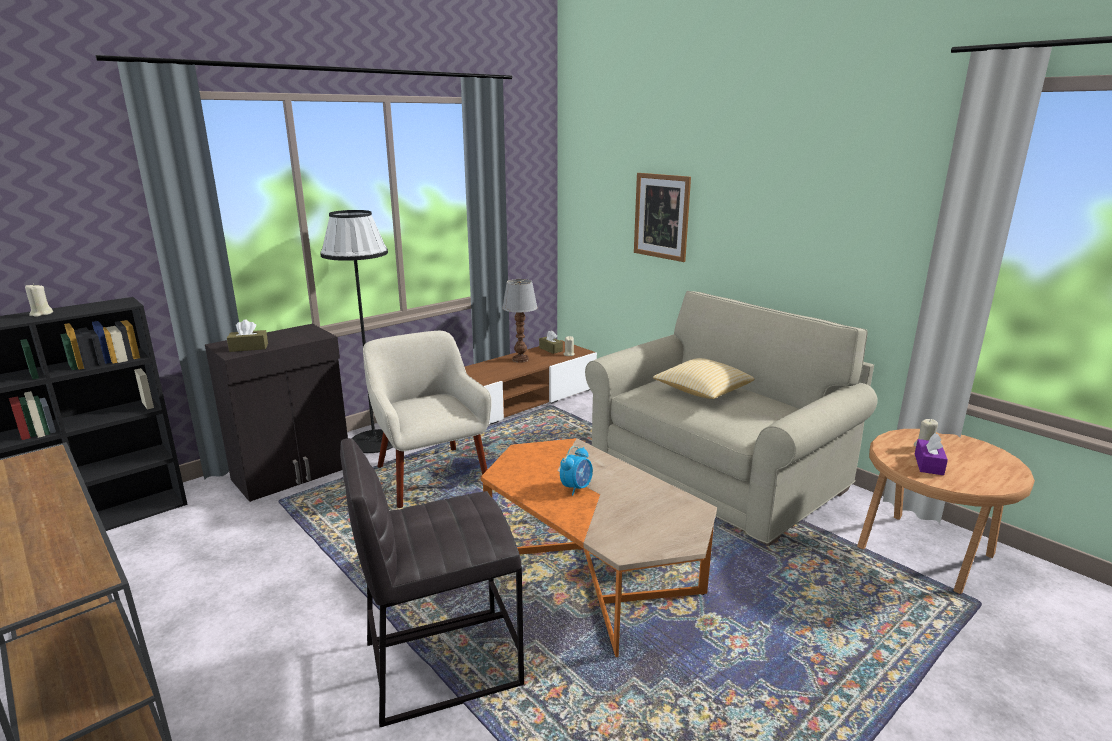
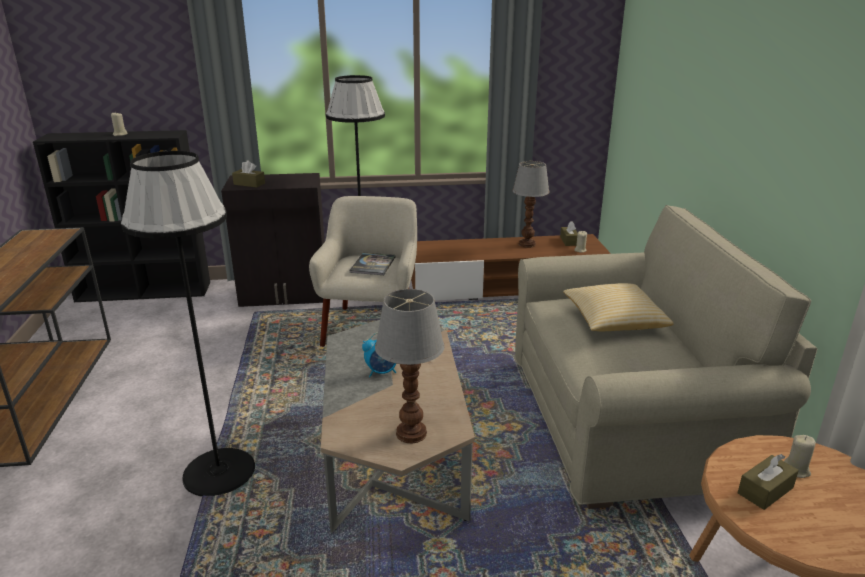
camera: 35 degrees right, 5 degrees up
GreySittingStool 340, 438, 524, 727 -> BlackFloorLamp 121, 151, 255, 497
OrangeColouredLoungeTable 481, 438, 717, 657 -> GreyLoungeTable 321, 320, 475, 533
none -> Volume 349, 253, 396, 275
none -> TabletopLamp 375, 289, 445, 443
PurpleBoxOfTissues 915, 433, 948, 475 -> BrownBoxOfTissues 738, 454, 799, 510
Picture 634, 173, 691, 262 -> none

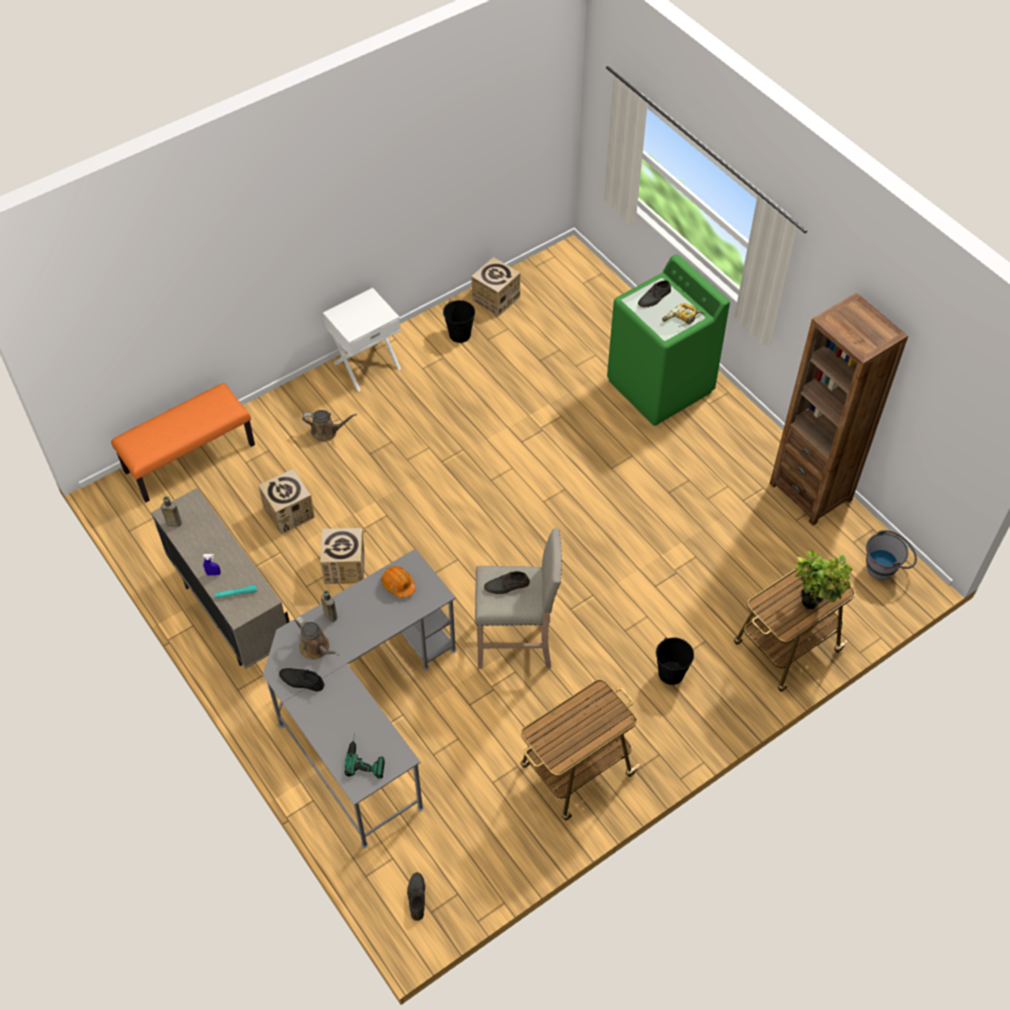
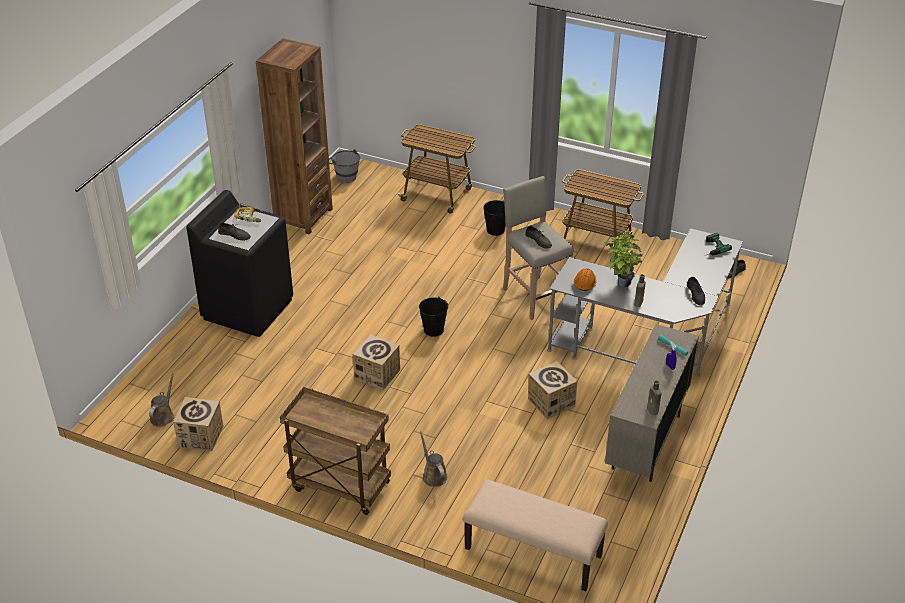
camera: 120 degrees left, 15 degrees down
BrownSprinklingCan 295, 616, 339, 660 -> BrownSprinklingCan 149, 374, 174, 427, move
GreenishLaundryMachine 607, 254, 730, 426 -> BlackLaundryMachine 186, 190, 293, 337
WhiteColouredBedsideTable 323, 288, 401, 392 -> BrownCart 280, 387, 391, 515
PackingBox 258, 469, 315, 534 -> PackingBox 353, 334, 400, 390, move
BlackWaterBucket 443, 300, 475, 343 -> BlackWaterBucket 419, 297, 448, 337, move
OrangeColouredBench 111, 383, 255, 502 -> BeigeBench 463, 479, 608, 591
Houseplant 795, 550, 853, 609 -> Houseplant 603, 231, 642, 287, move

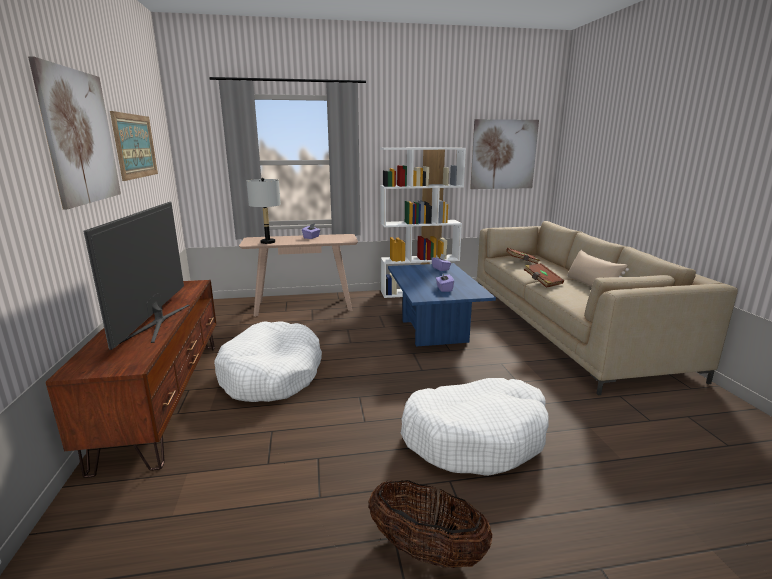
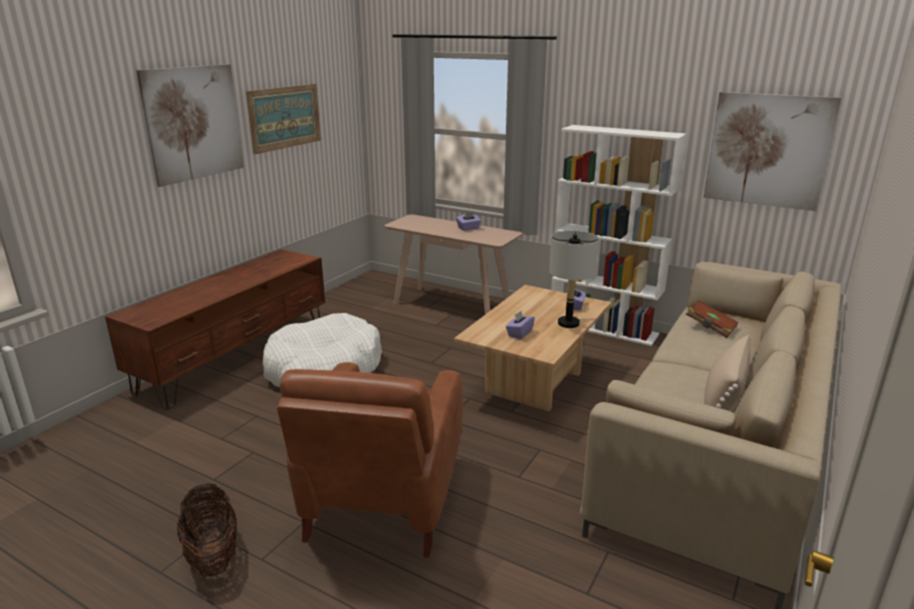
camera: 40 degrees right, 5 degrees up
WhiteColouredPetBed 401, 378, 549, 476 -> BrownLoungeChair 277, 362, 463, 558
BlueLoungeTable 388, 263, 496, 347 -> BeigeLoungeTable 454, 285, 611, 411
GreyTabletopLamp 246, 178, 281, 244 -> GreyTabletopLamp 549, 231, 599, 328, move
TvSet 83, 202, 190, 350 -> none
BrownVolume 524, 263, 564, 288 -> none

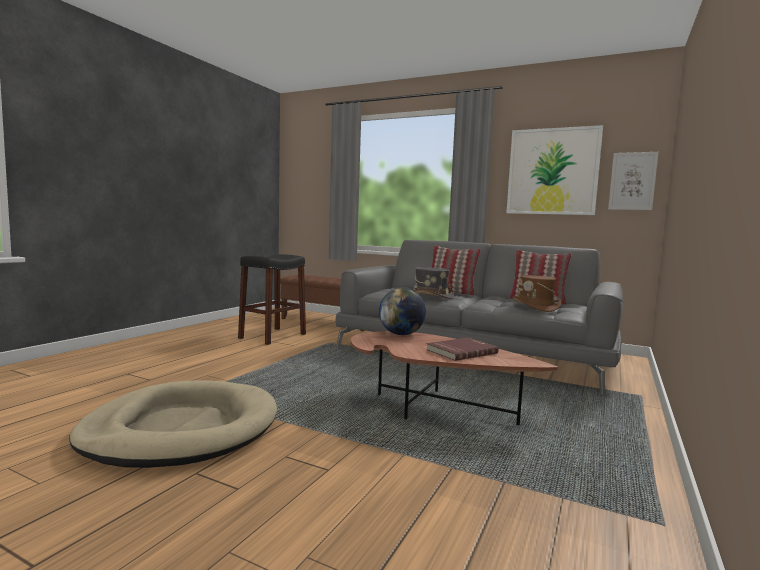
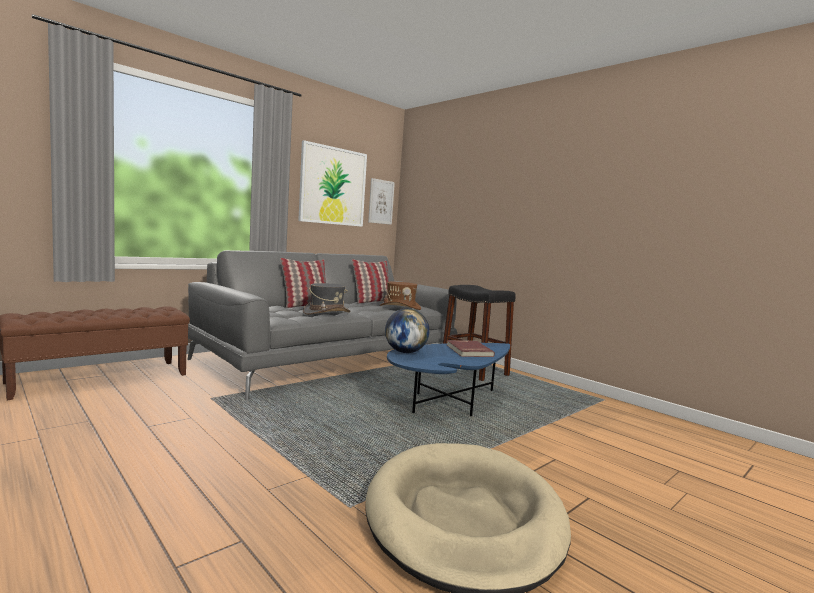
camera: 70 degrees left, 0 degrees up
BrownLoungeTable 351, 331, 558, 425 -> BlueLoungeTable 387, 343, 510, 416
BlackSittingStool 238, 254, 306, 345 -> BlackSittingStool 443, 285, 516, 381, move

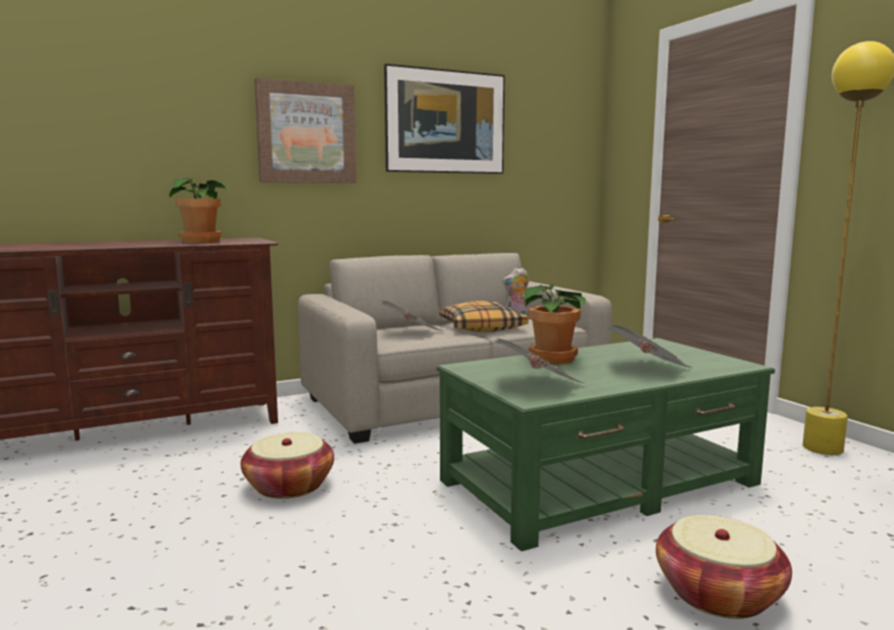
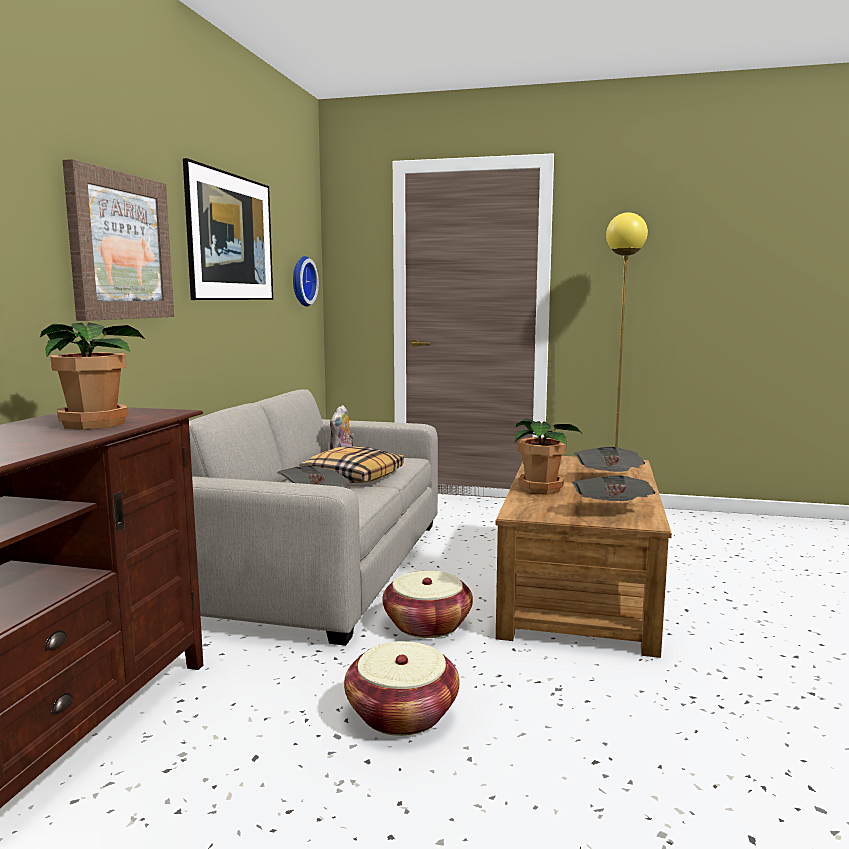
camera: 50 degrees left, 0 degrees up
none -> HangingClock 293, 256, 319, 307
StorageBasket 656, 515, 792, 619 -> StorageBasket 382, 571, 473, 638, move
GreenishLoungeTable 437, 338, 775, 551 -> BrownLoungeTable 495, 456, 672, 658

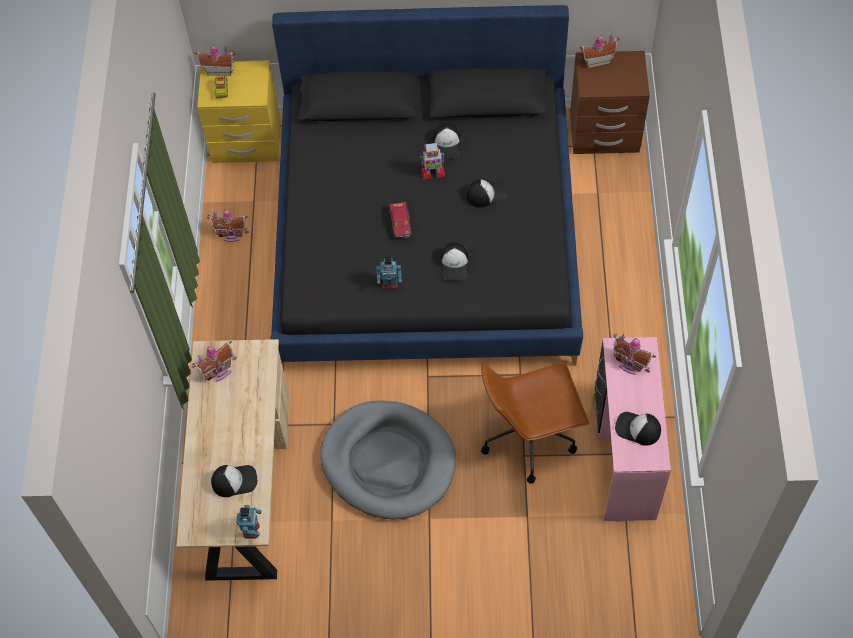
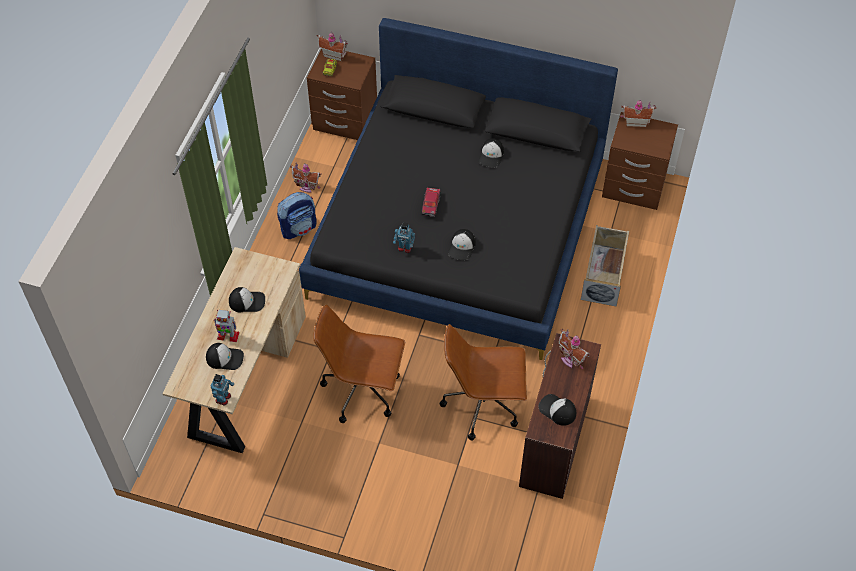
camera: 15 degrees right, 5 degrees down
ModelRobot 420, 143, 445, 180 -> ModelRobot 214, 310, 240, 342, move
Cap 467, 179, 507, 208 -> Cap 229, 287, 265, 312, move
none -> Knapsack 277, 192, 316, 239
YellowColouredBedsideTable 197, 60, 280, 163 -> BrownBedsideTable 307, 49, 377, 140
GreyPetBed 320, 400, 456, 520 -> BrownDeskChair 313, 304, 405, 423
PinkColouredDesk 593, 337, 671, 521 -> BrownDesk 519, 333, 601, 499
none -> BeigeStorageContainer 581, 225, 629, 307
MiniatureHouse 192, 341, 237, 382 -> none

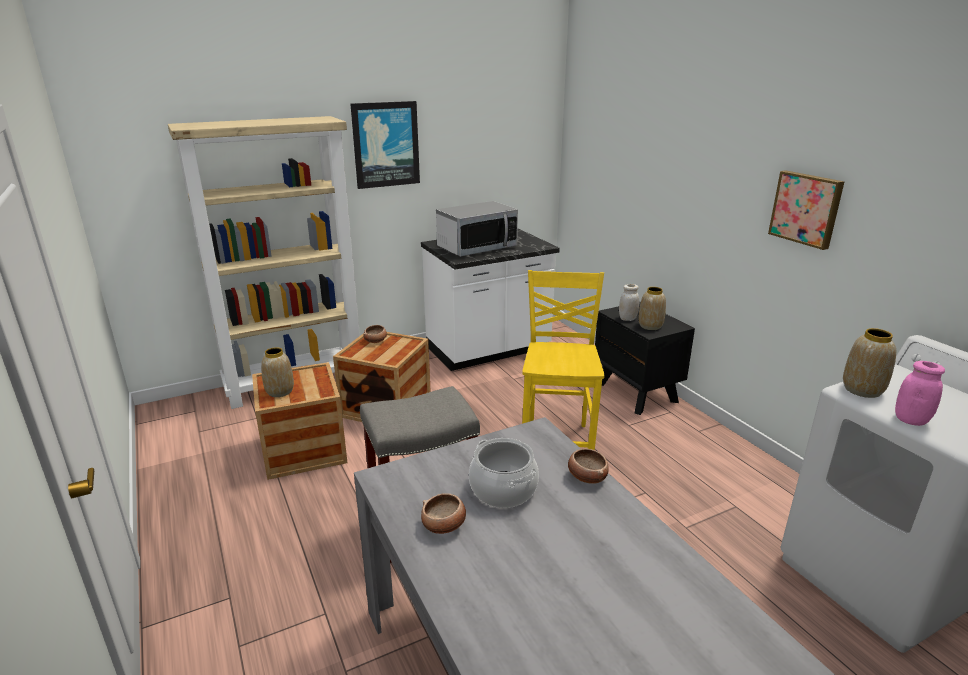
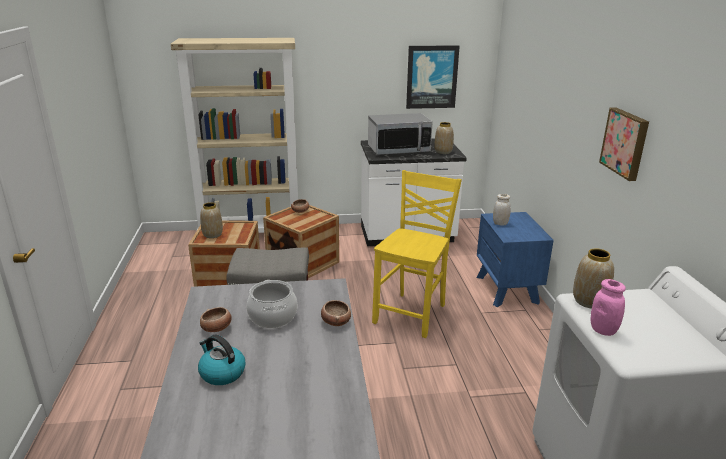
camera: 20 degrees right, 0 degrees up
none -> TeaKettle 198, 335, 246, 385
Picture 351, 101, 420, 189 -> Picture 406, 45, 460, 109, move
Vase 638, 287, 666, 330 -> Vase 434, 122, 454, 154, move
BlackBedsideTable 595, 302, 695, 415 -> BlueBedsideTable 477, 212, 554, 307

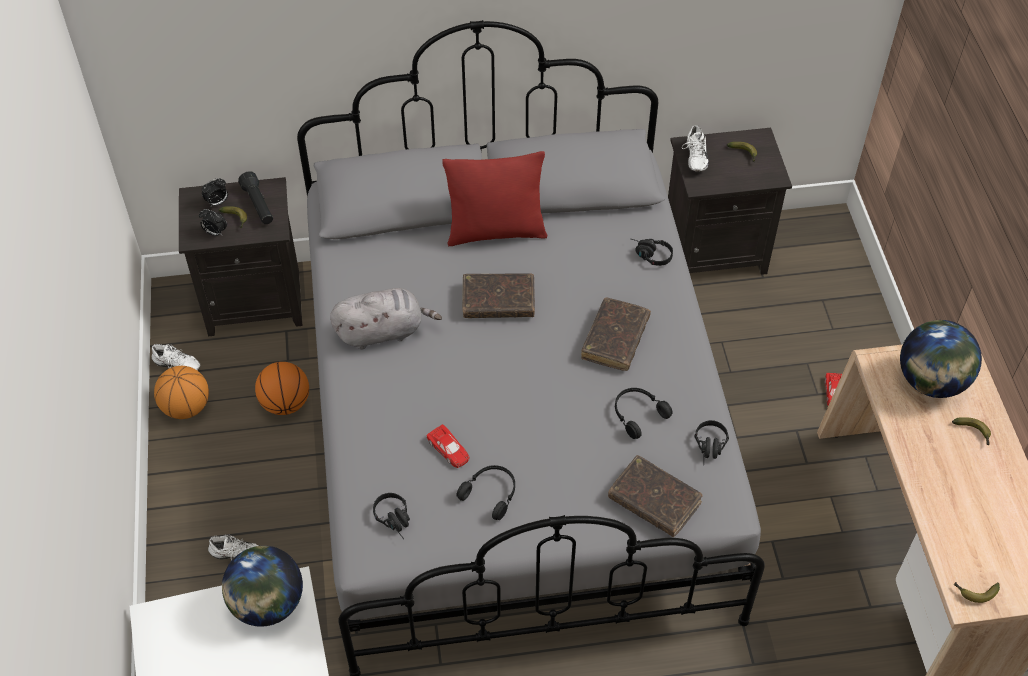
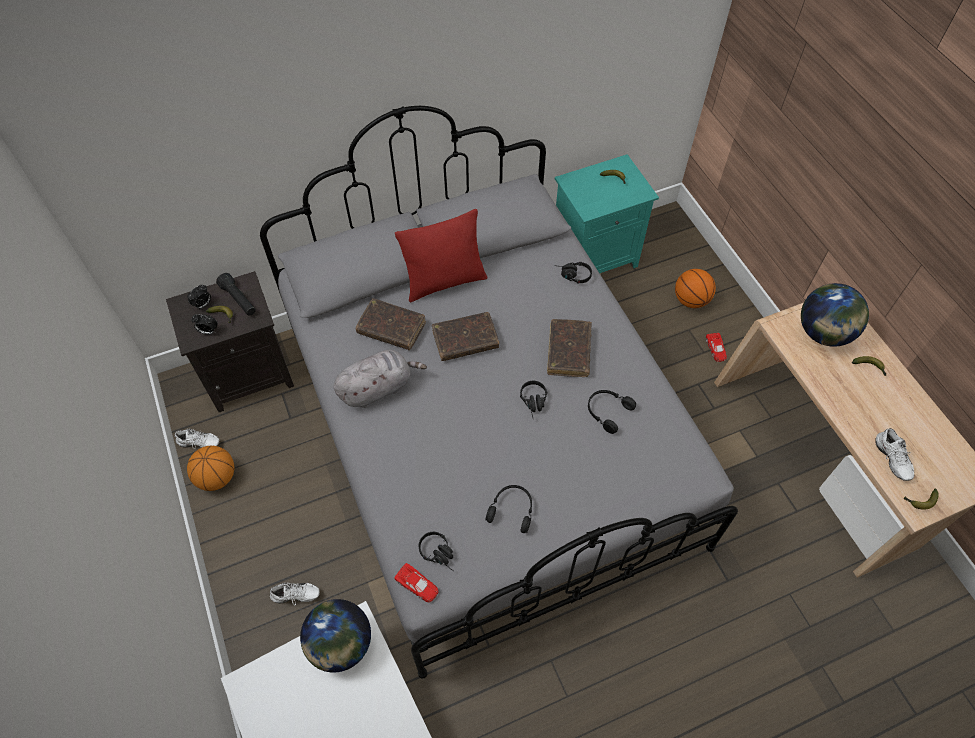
camera: 15 degrees left, 5 degrees up
BrownVolume 608, 455, 703, 537 -> BrownVolume 355, 298, 426, 350, move
RedColouredMiniatureCar 427, 424, 469, 468 -> RedColouredMiniatureCar 394, 563, 439, 603, move
BlackHeadphones 694, 420, 729, 465 -> BlackHeadphones 520, 381, 547, 417, move
BlackBedsideTable 668, 128, 792, 275 -> TurquoiseBedsideTable 555, 154, 659, 273
Basketball 255, 362, 309, 415 -> Basketball 675, 269, 716, 308, move
WhiteColouredItemOfFootwear 682, 125, 709, 171 -> WhiteColouredItemOfFootwear 875, 428, 915, 481, move

